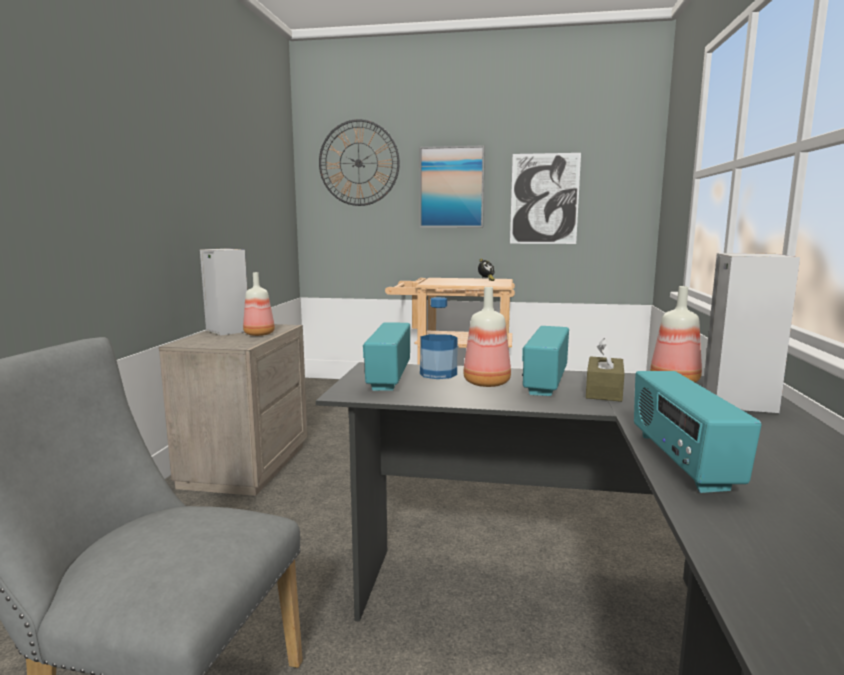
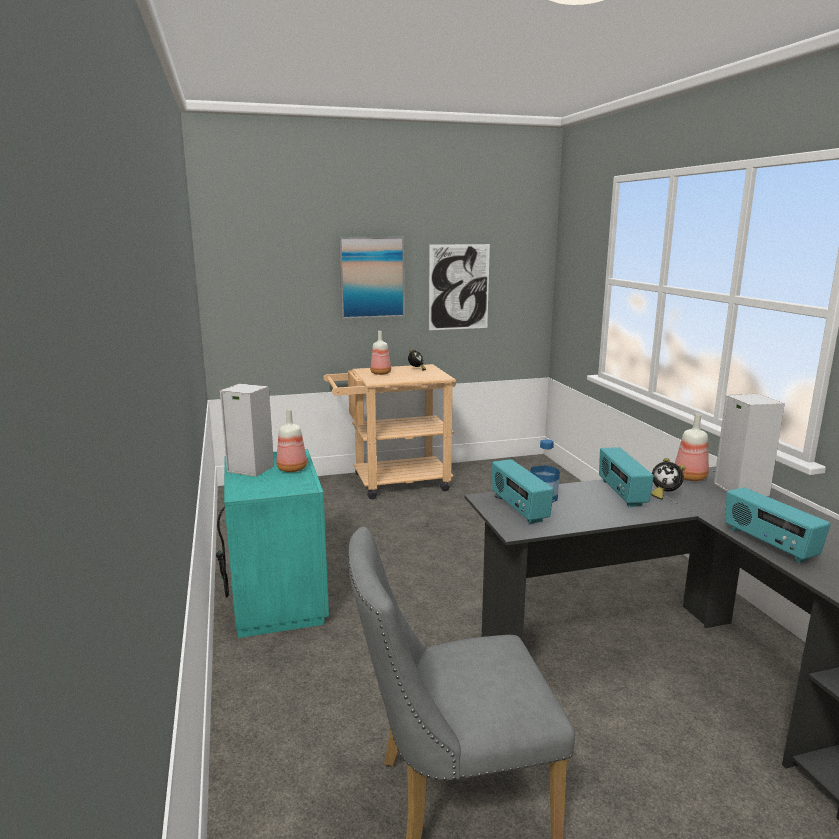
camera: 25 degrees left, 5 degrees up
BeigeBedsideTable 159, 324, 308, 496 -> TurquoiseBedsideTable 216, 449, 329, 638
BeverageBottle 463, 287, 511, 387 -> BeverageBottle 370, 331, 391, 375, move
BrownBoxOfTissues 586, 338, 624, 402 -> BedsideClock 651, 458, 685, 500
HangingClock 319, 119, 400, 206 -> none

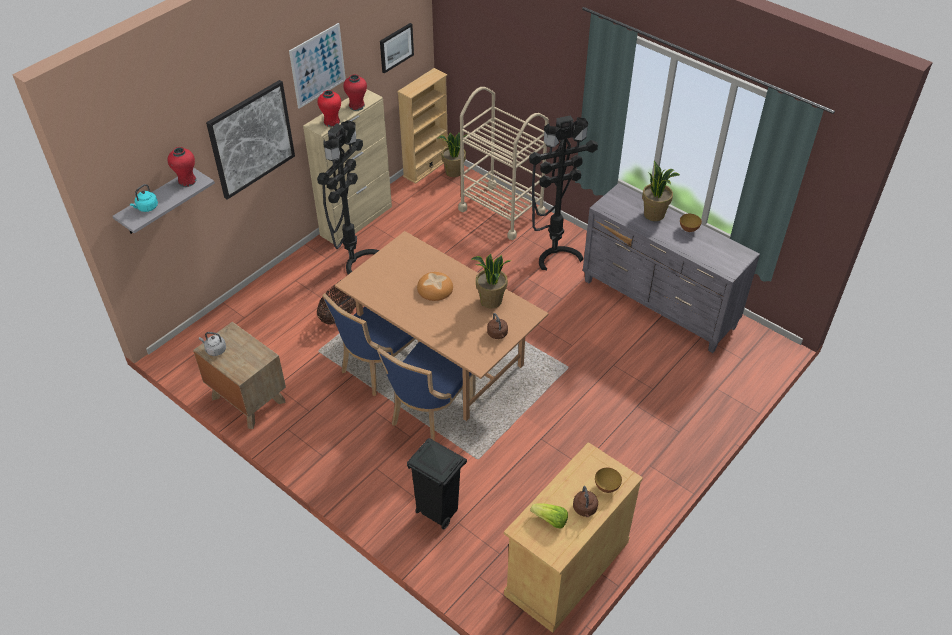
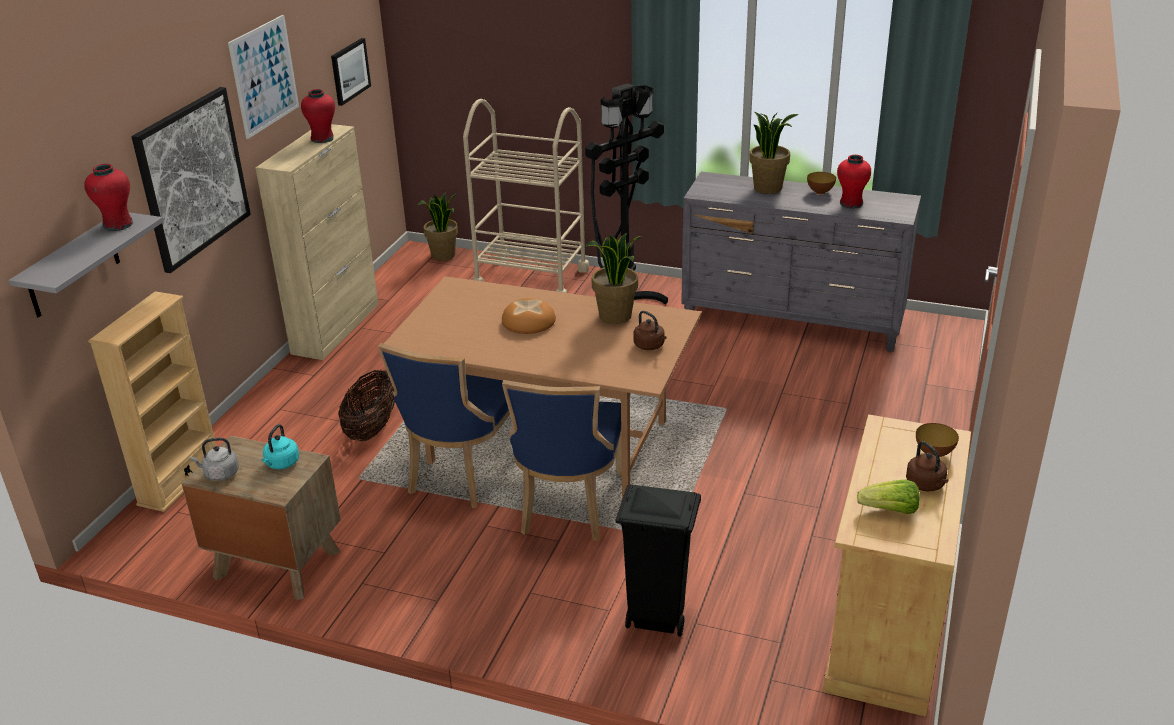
camera: 20 degrees left, 15 degrees down
BeigeBookshelf 397, 68, 448, 184 -> BeigeBookshelf 88, 291, 216, 512, move
TurquoiseTeaKettle 129, 184, 158, 212 -> TurquoiseTeaKettle 262, 424, 299, 469, move
RedColouredVase 318, 90, 341, 127 -> RedColouredVase 837, 155, 871, 209, move
BlackFloorLamp 317, 120, 379, 275 -> none

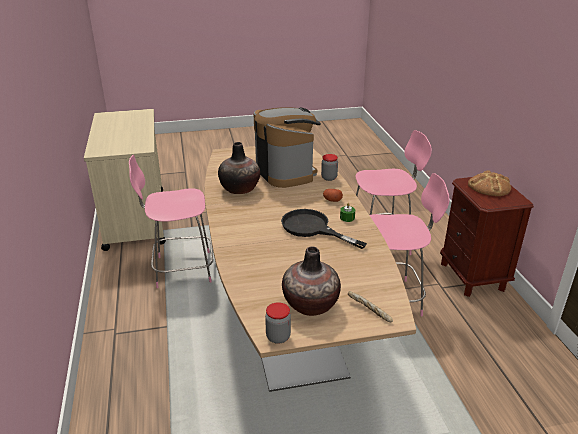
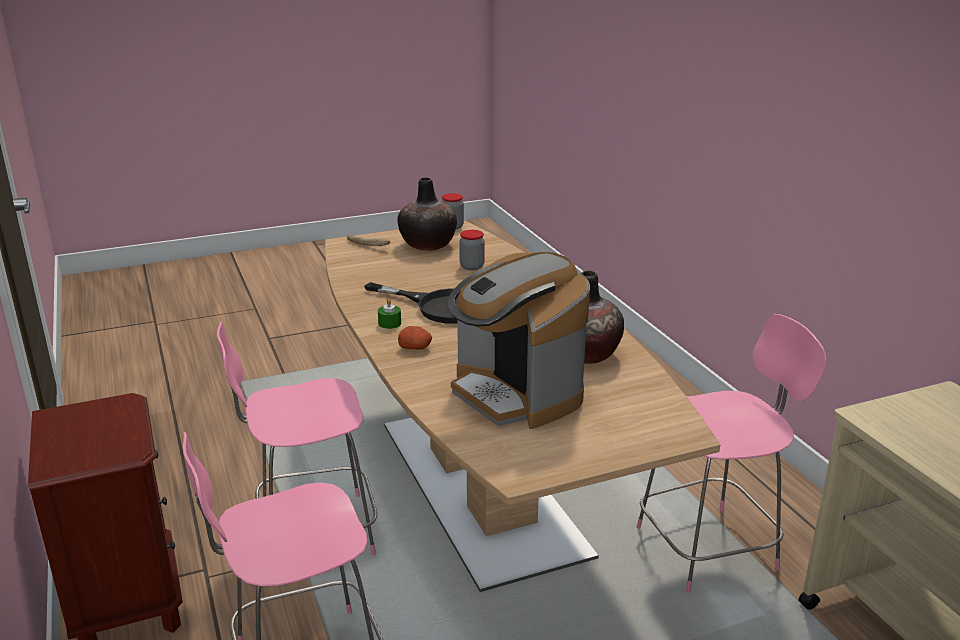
camera: 170 degrees right, 5 degrees down
StorageJar 321, 154, 338, 181 -> StorageJar 459, 230, 485, 270, move
BakedBread 468, 170, 511, 196 -> none

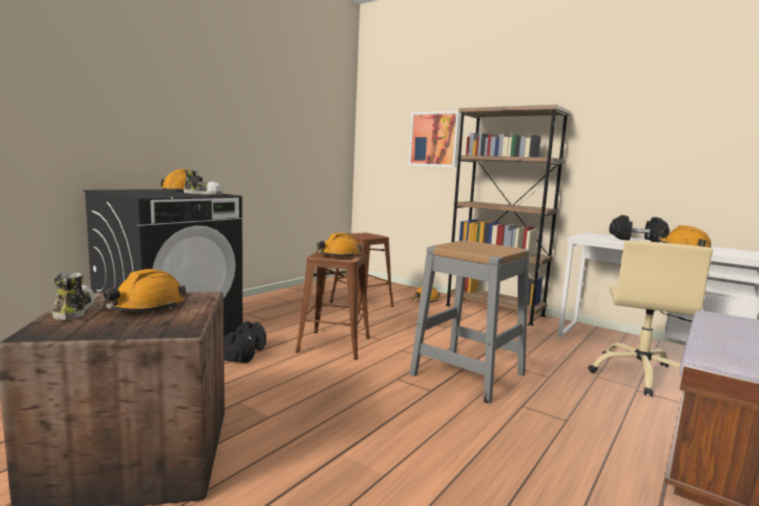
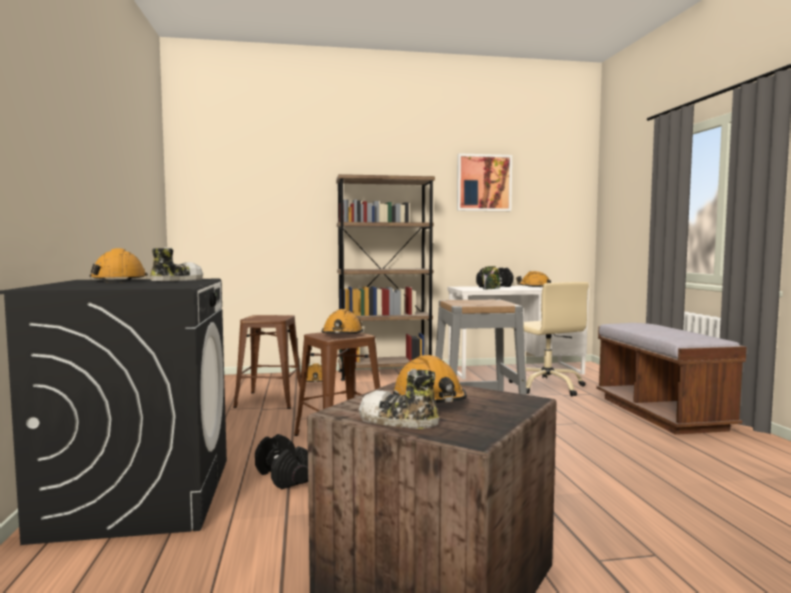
camera: 45 degrees left, 5 degrees down
Picture 409, 111, 460, 168 -> Picture 457, 153, 512, 211, move
none -> StorageJar 482, 266, 500, 289

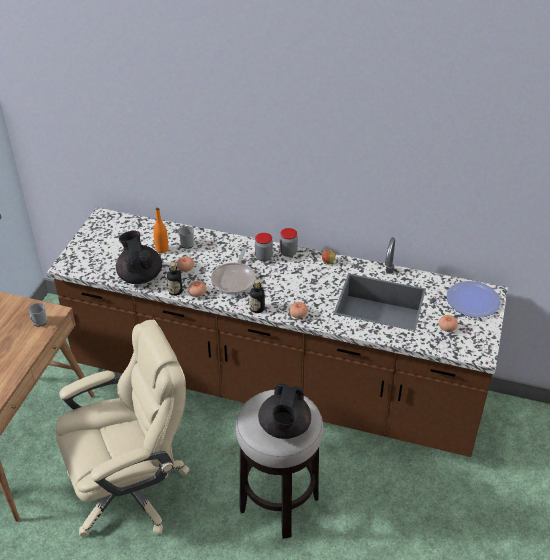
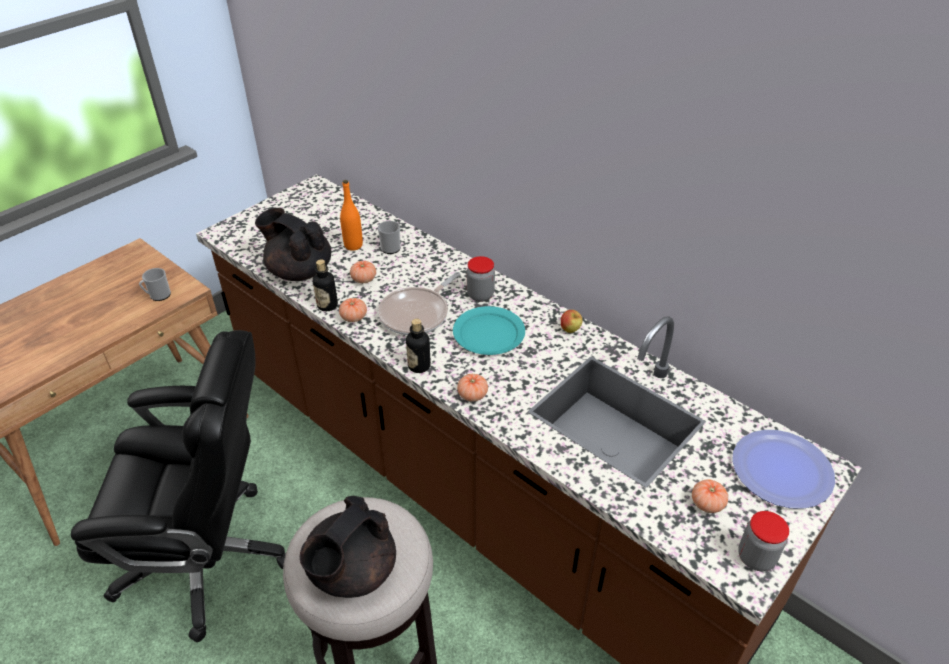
camera: 25 degrees right, 0 degrees up
BeigeDeskChair 56, 319, 190, 537 -> BlackDeskChair 71, 330, 286, 642
BlackTeaPot 116, 231, 162, 284 -> BlackTeaPot 255, 208, 331, 281, 60 degrees counterclockwise
none -> TurquoiseFlatDish 453, 306, 525, 355
StorageJar 280, 228, 298, 257 -> StorageJar 738, 511, 789, 571, move

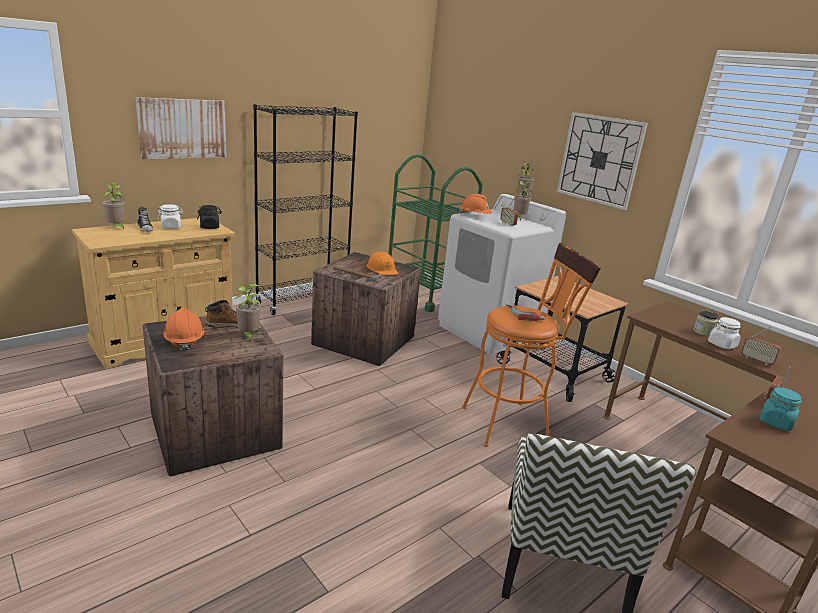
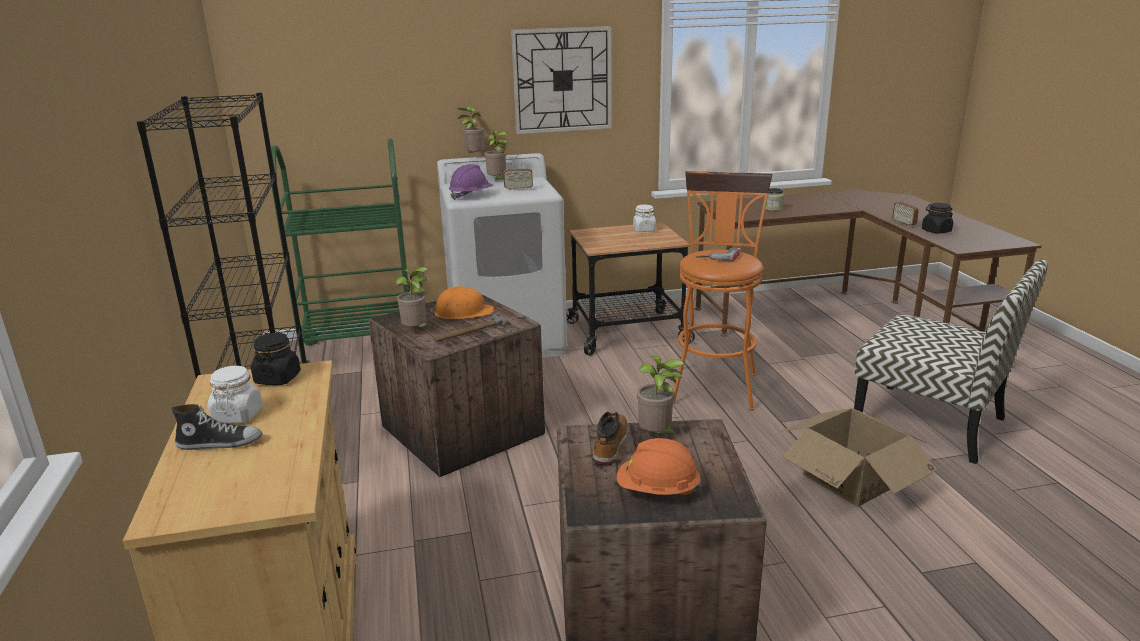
camera: 60 degrees left, 0 degrees up
Houseplant 103, 183, 125, 229 -> Houseplant 395, 267, 429, 327, move
OrangeColouredWorkHelmet 459, 194, 492, 214 -> PurpleWorkHelmet 449, 164, 494, 200
WhiteColouredStorageJar 708, 317, 741, 349 -> WhiteColouredStorageJar 633, 205, 656, 232, move
none -> PackingBox 780, 408, 938, 507
TurquoiseStorageJar 759, 387, 802, 431 -> BlackStorageJar 922, 203, 953, 234
Picture 136, 97, 226, 159 -> none
RadioReceiver 741, 327, 781, 365 -> none

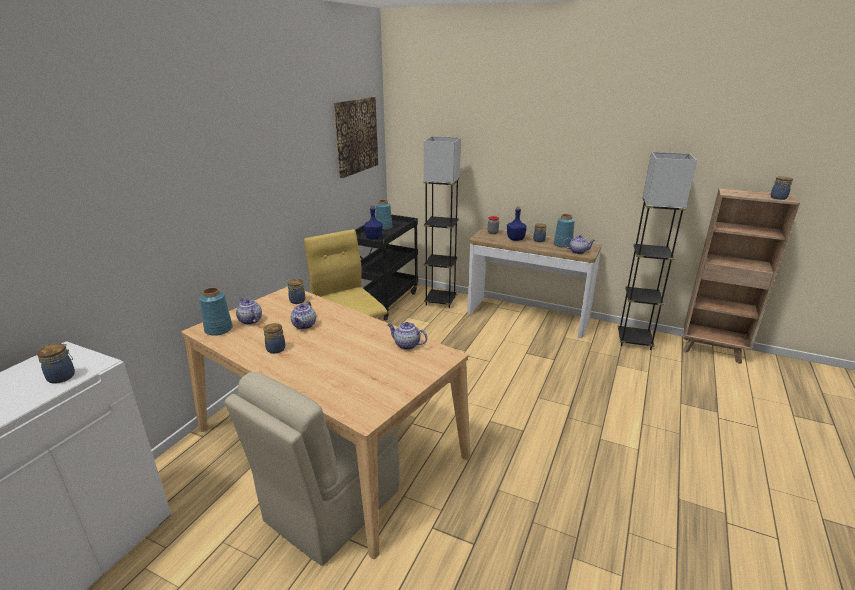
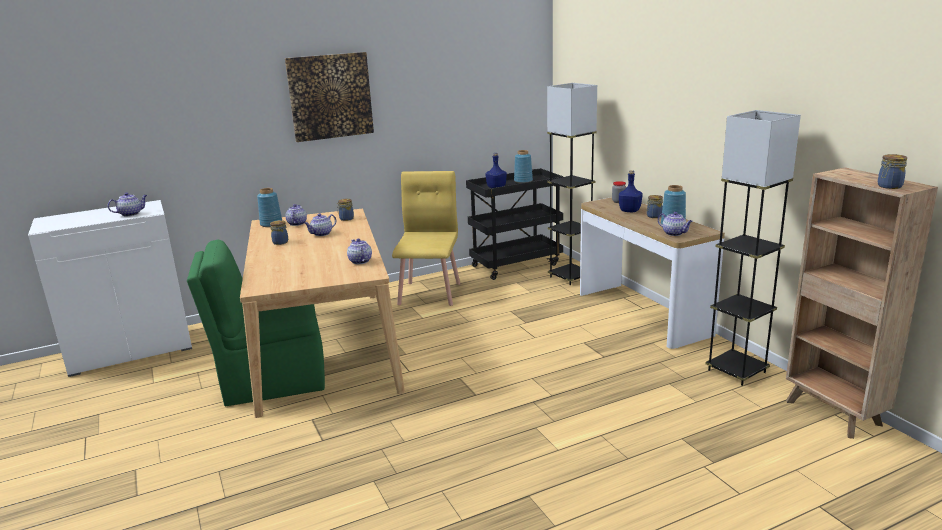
camera: 40 degrees right, 5 degrees down
StorageJar 37, 343, 75, 384 -> TeaPot 107, 192, 147, 216
BeigePlainChair 225, 372, 400, 566 -> GreenishPlainChair 187, 239, 325, 406
Picture 334, 97, 378, 178 -> Picture 285, 52, 374, 142, move

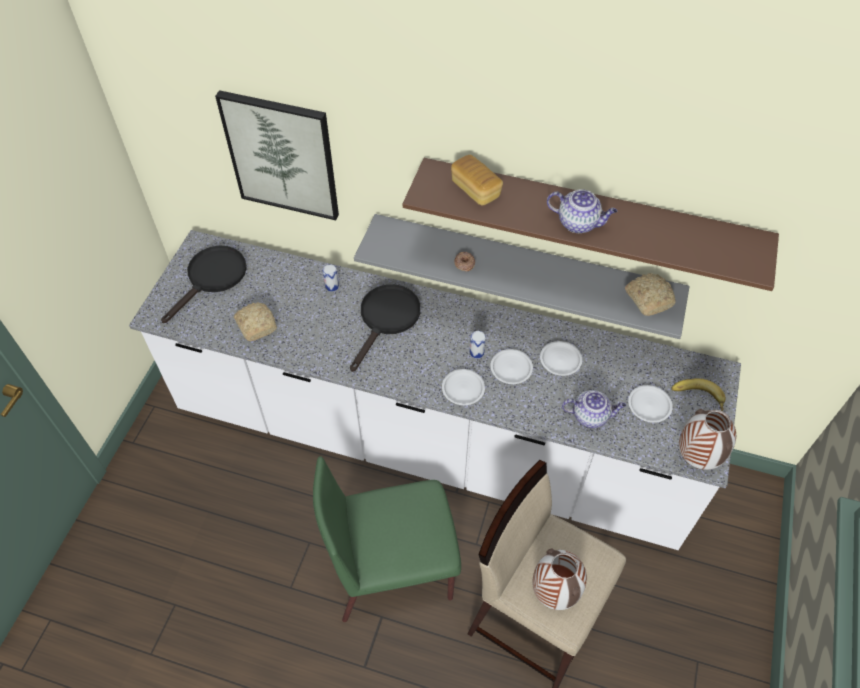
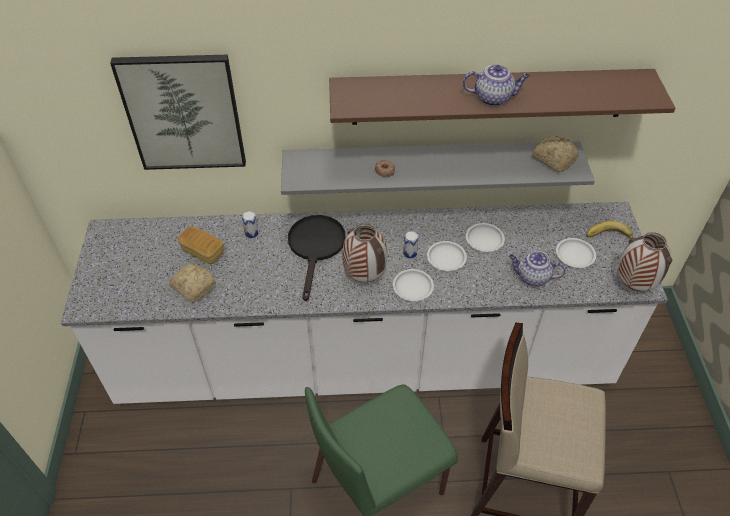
camera: 20 degrees left, 5 degrees down
BakedBread 451, 155, 503, 205 -> BakedBread 178, 226, 224, 264, move
Vase 532, 548, 587, 610 -> Vase 342, 224, 387, 282, move
TeaPot 562, 390, 626, 428 -> TeaPot 509, 251, 566, 286, 150 degrees counterclockwise
BlackFryingPan 161, 246, 247, 323 -> none

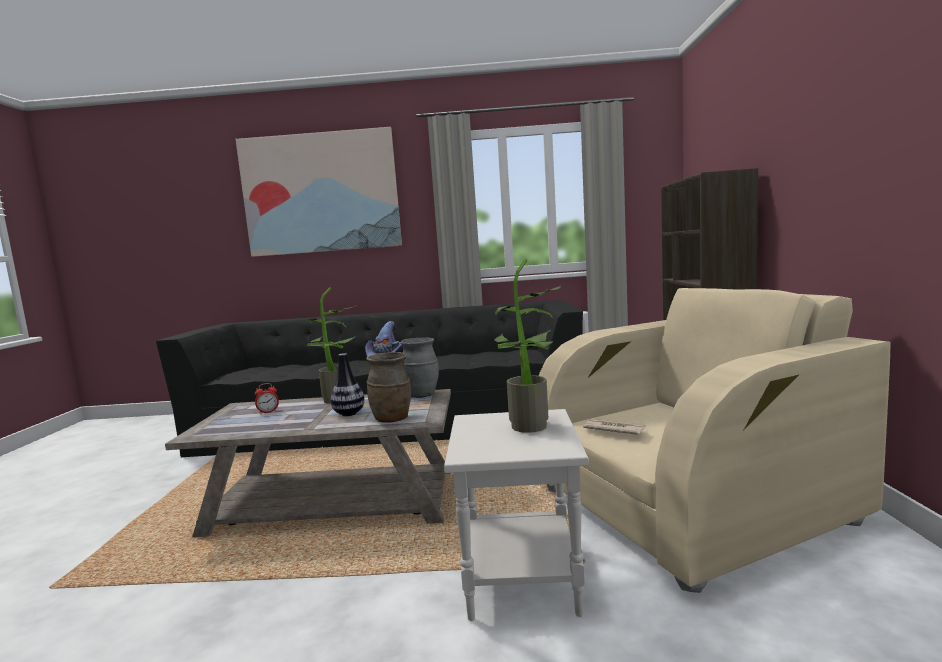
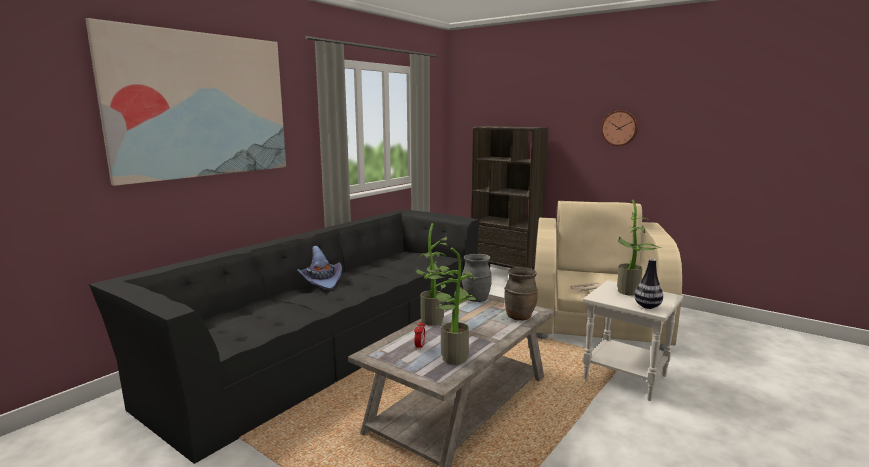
camera: 55 degrees left, 5 degrees up
none -> Houseplant 429, 247, 476, 365
none -> HangingClock 601, 110, 638, 146
Vase 331, 353, 365, 416 -> Vase 634, 259, 663, 309, move

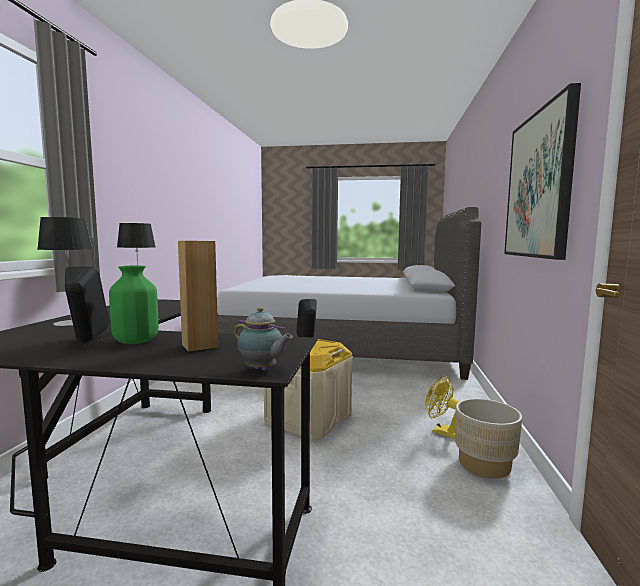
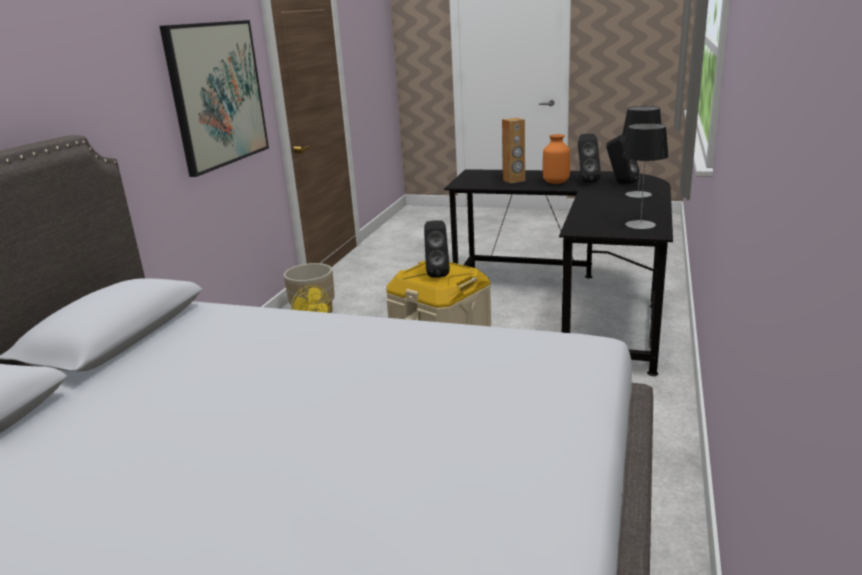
camera: 170 degrees left, 15 degrees up
GreenishVase 109, 266, 159, 344 -> OrangeColouredVase 543, 134, 570, 184
none -> BlackLoudspeaker 606, 135, 639, 184
TeaPot 234, 307, 293, 371 -> none

